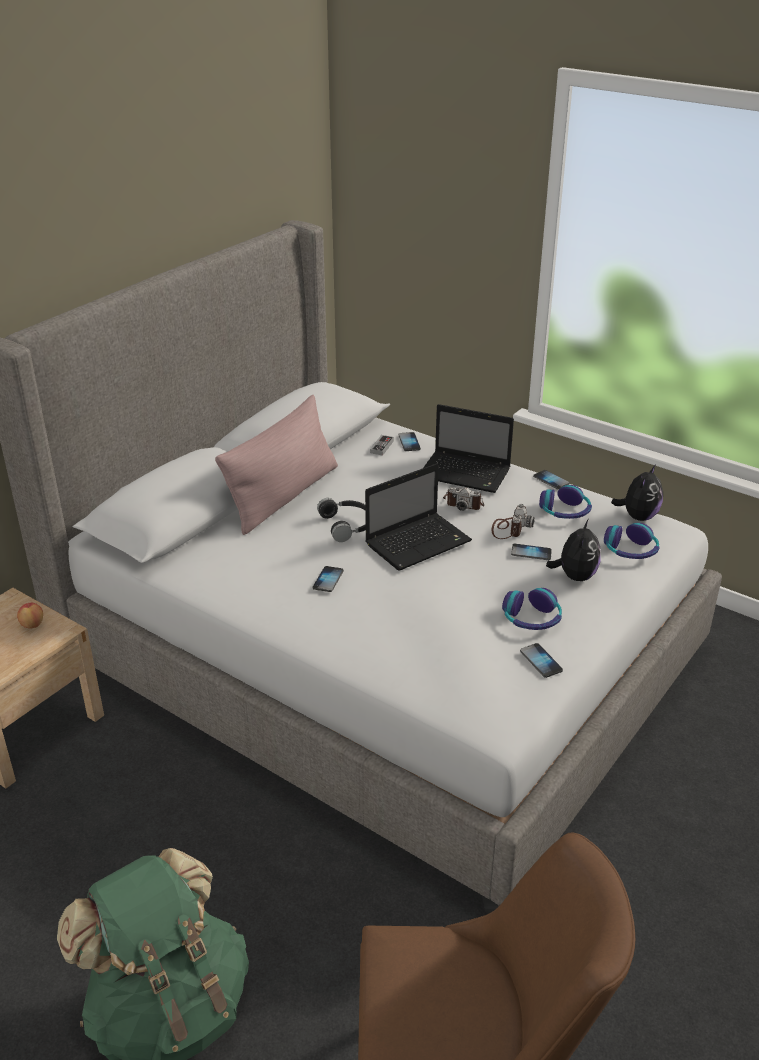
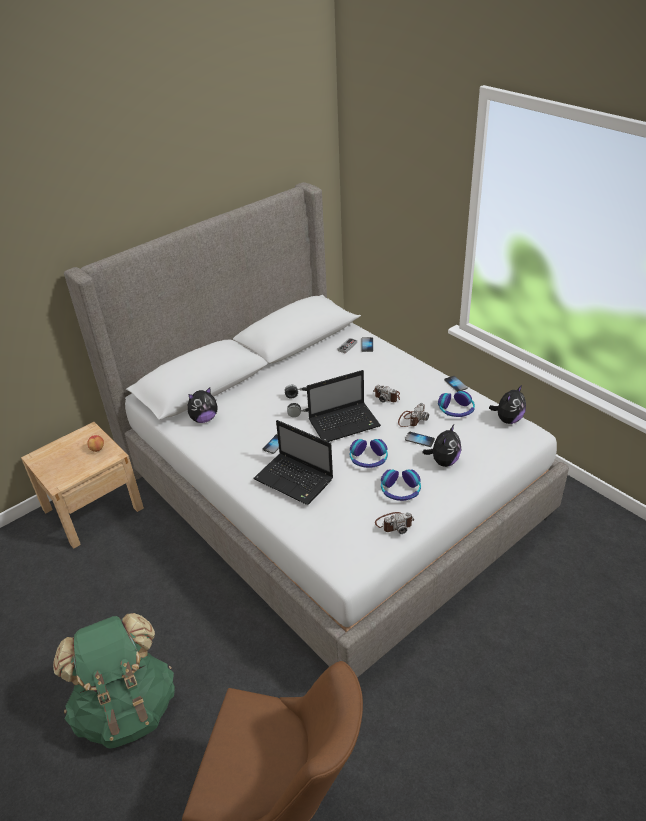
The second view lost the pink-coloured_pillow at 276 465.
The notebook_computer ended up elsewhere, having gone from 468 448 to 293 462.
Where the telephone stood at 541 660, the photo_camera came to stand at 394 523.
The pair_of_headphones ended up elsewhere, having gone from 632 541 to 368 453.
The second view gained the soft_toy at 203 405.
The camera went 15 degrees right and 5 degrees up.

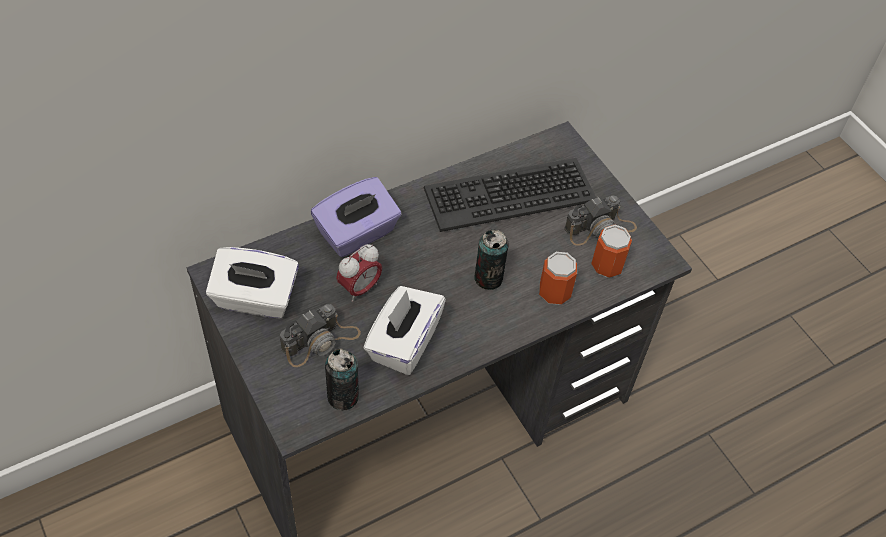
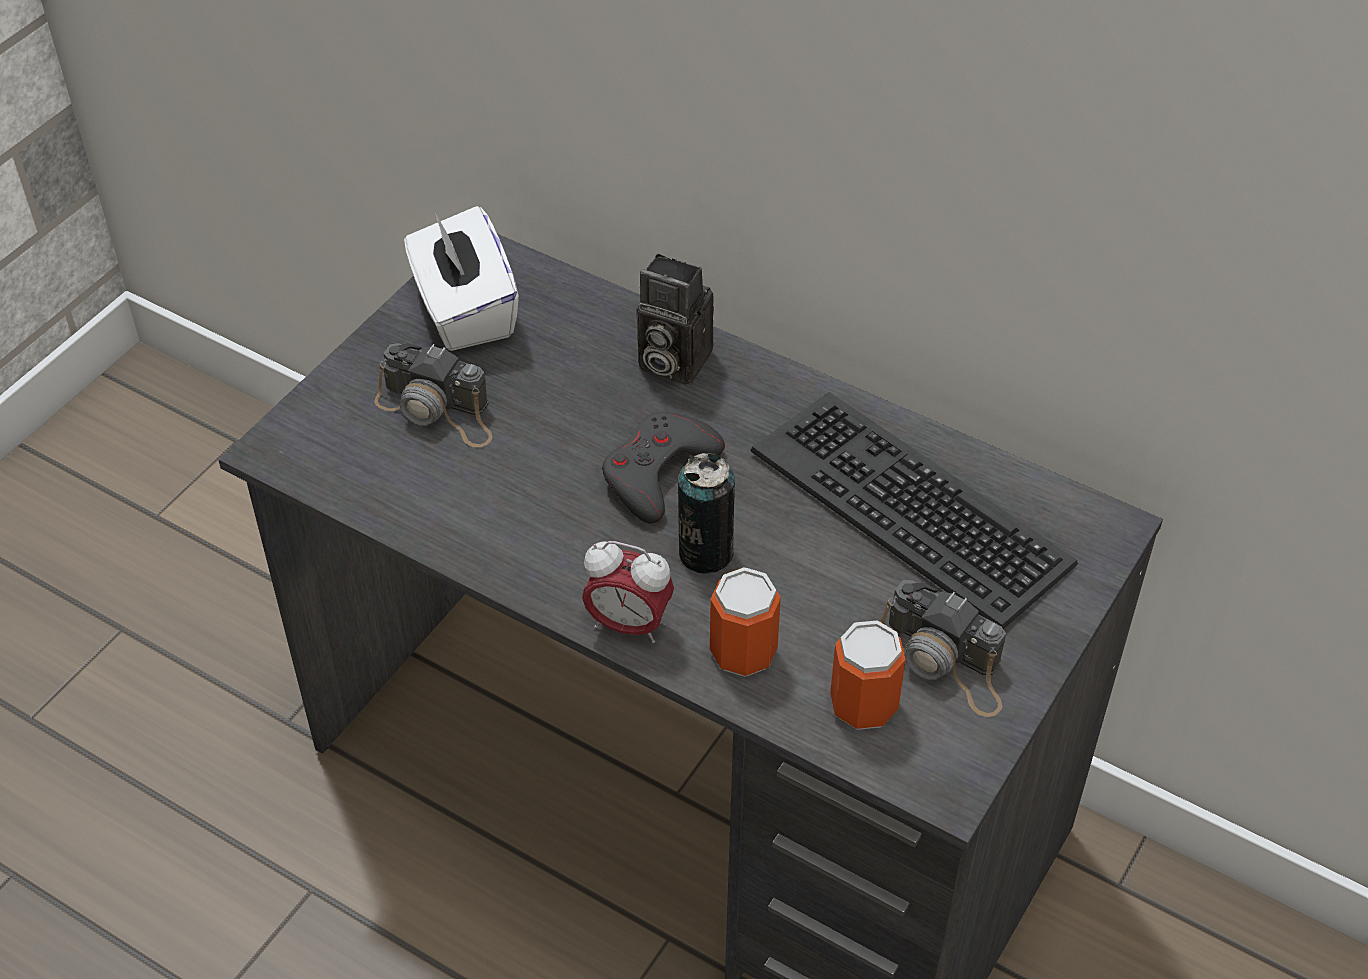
Where the purple_tissue_holder stood at 356 217, the photo_camera came to stand at 675 319.
The second view lost the can at 342 379.
The alarm_clock ended up elsewhere, having gone from 359 273 to 628 592.
The second view lost the whitish_tissue_holder at 405 330.
The second view gained the gray_joypad at 663 467.
The camera went 65 degrees right and 5 degrees down.

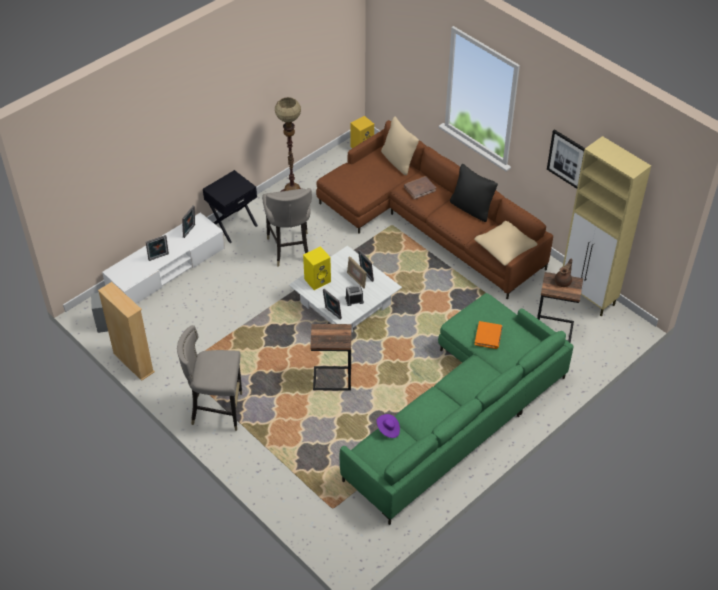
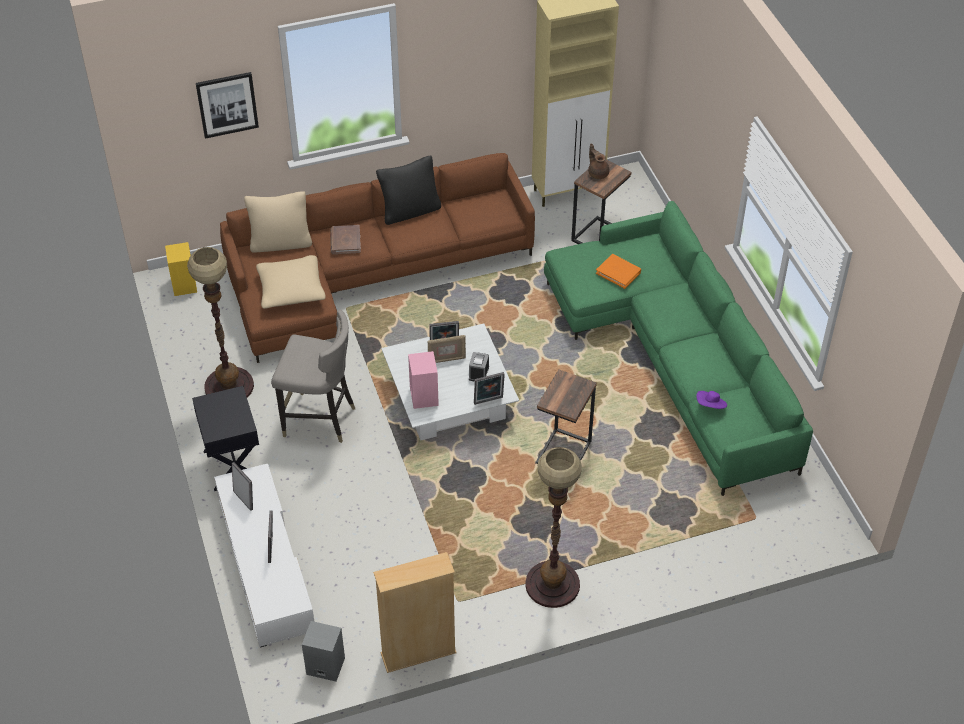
Where the gray_stool stood at 209 378, the floor_lamp came to stand at 553 527.
What was the yellow-coloured_loudspeaker at 317 268 turned into the pink-coloured_loudspeaker at 423 380.
The beige_pillow ended up elsewhere, having gone from 506 243 to 291 282.
The wall_picture ended up elsewhere, having gone from 566 159 to 227 105.
The camera went 65 degrees left and 0 degrees up.

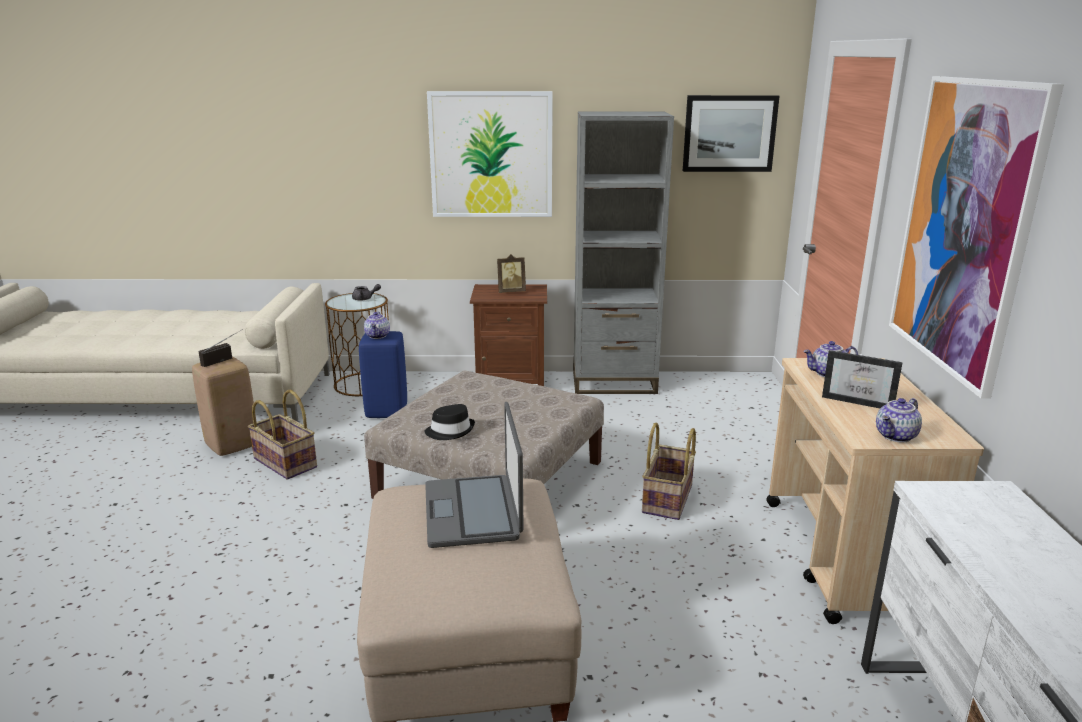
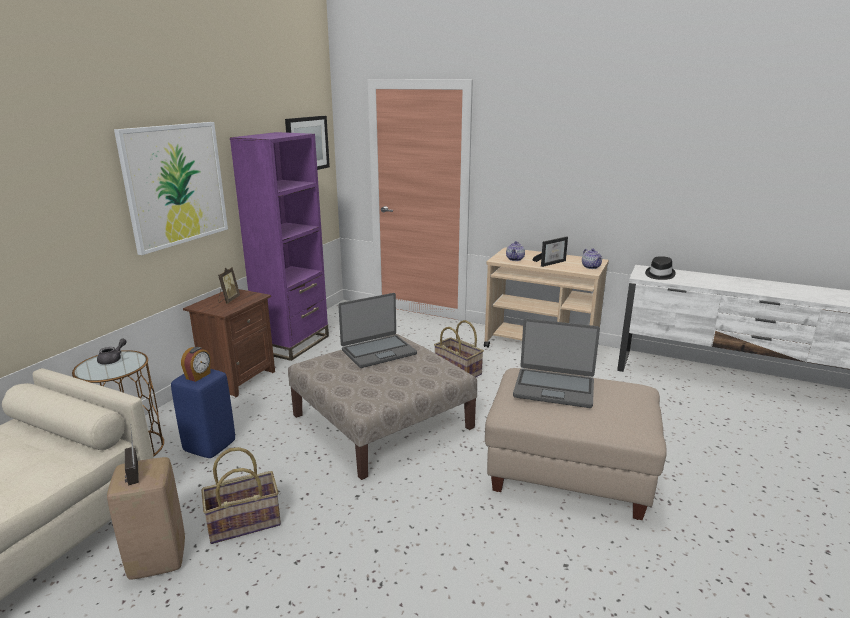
Where the tea_pot stood at 377 325, the alarm_clock came to stand at 196 364.
The black-coloured_clothing_hat ended up elsewhere, having gone from 450 422 to 660 268.
What was the gray_bookcase at 623 253 turned into the purple_bookcase at 279 246.
The second view lost the wall_picture at 976 237.
The second view gained the notebook_computer at 377 330.
The camera went 65 degrees left and 0 degrees up.

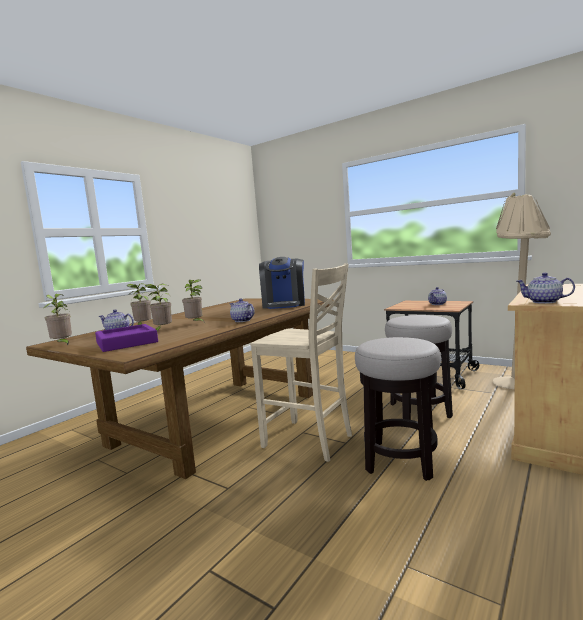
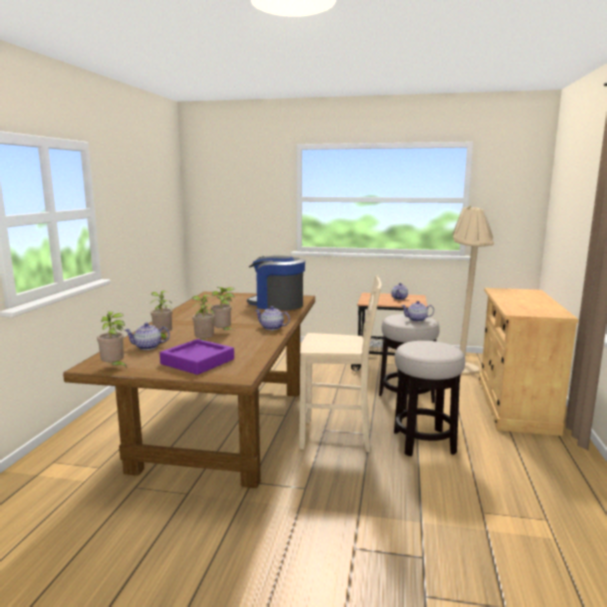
The coffee_brewer at 282 283 ended up facing another way, 135 degrees clockwise from before.
The tea_pot ended up elsewhere, having gone from 546 288 to 417 311.
The camera went 25 degrees left and 5 degrees up.

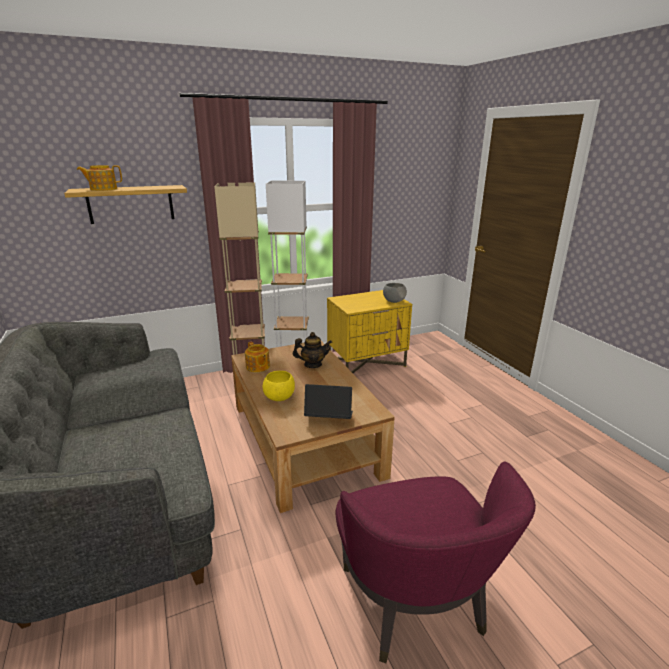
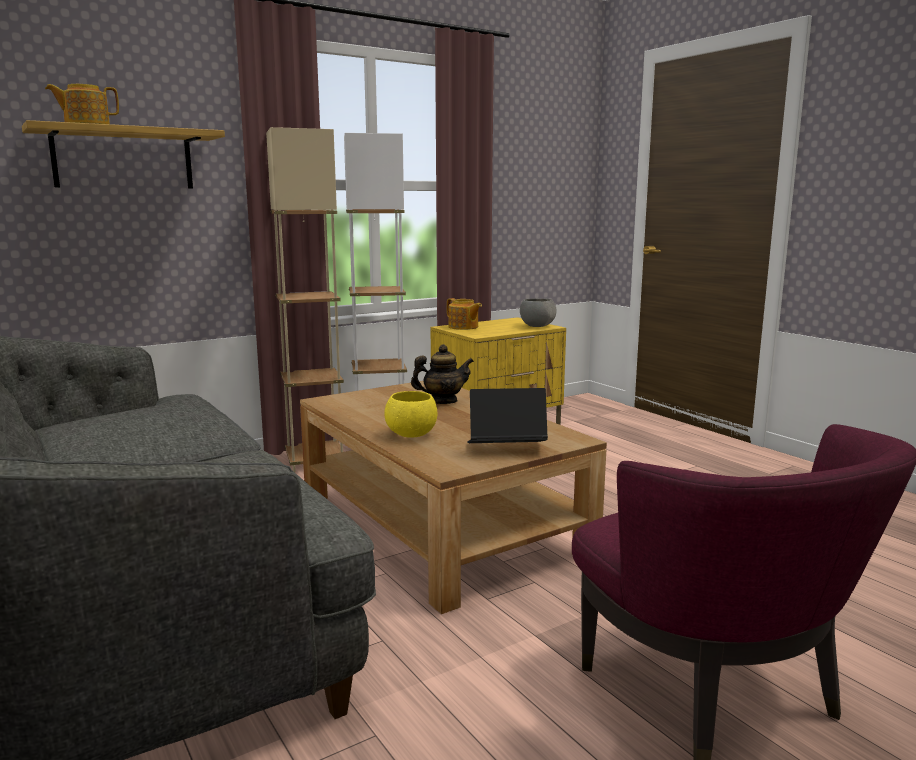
The tea_pot ended up elsewhere, having gone from 257 357 to 464 314.
The camera went 10 degrees left and 10 degrees down.

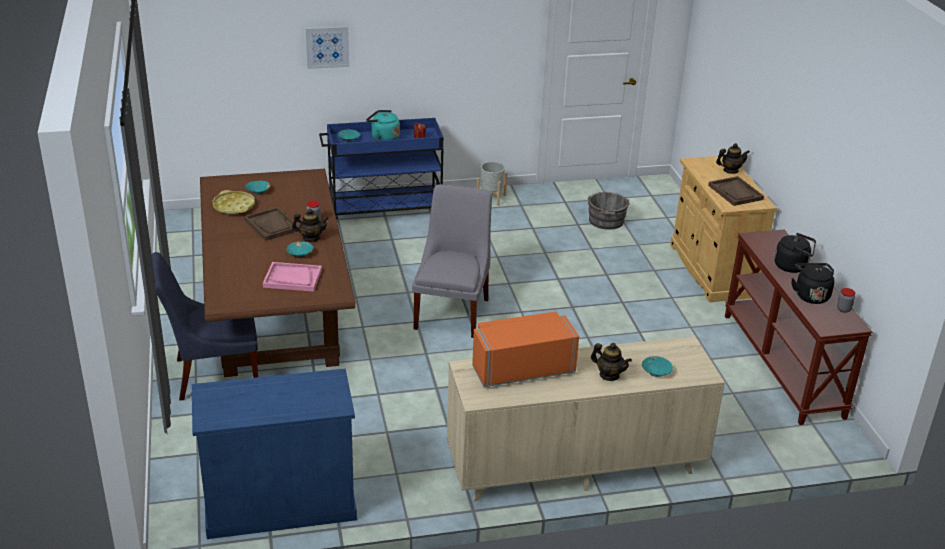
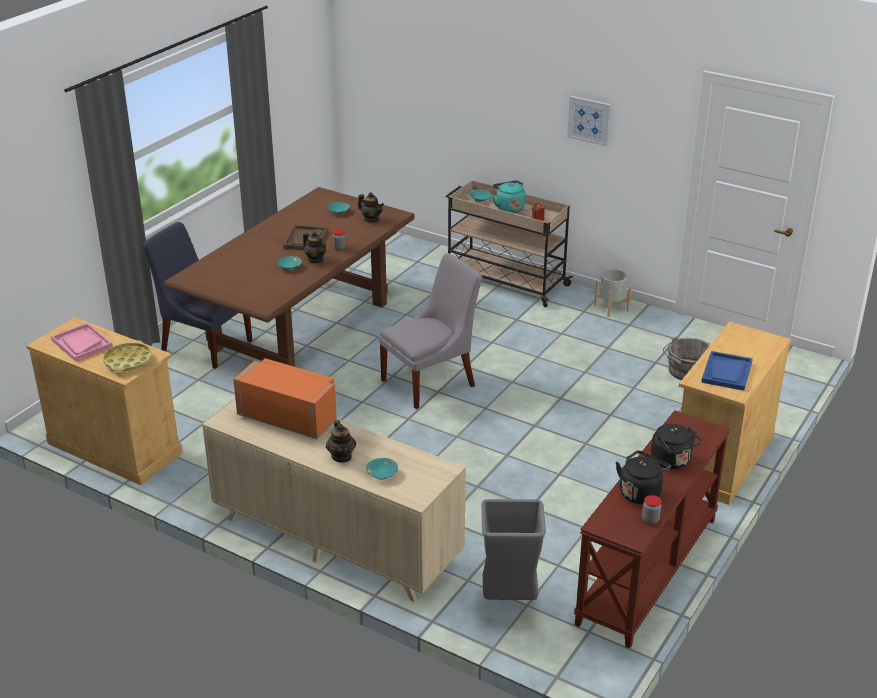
What was the blue-coloured_cupboard at 274 454 turned into the beige_cupboard at 104 401.
The yellow-coloured_serving_tray ended up elsewhere, having gone from 234 202 to 127 355.
The pink-coloured_serving_tray ended up elsewhere, having gone from 292 277 to 82 342.
The wall_picture ended up elsewhere, having gone from 327 47 to 589 121.
What was the blue-coloured_cart at 381 168 turned into the beige_cart at 509 243.
What was the brown_serving_tray at 736 191 turned into the blue-coloured_serving_tray at 727 371.
The tea_pot ended up elsewhere, having gone from 733 158 to 371 207.
The second view gained the gray_trash_can at 513 549.
The camera went 45 degrees right and 0 degrees up.

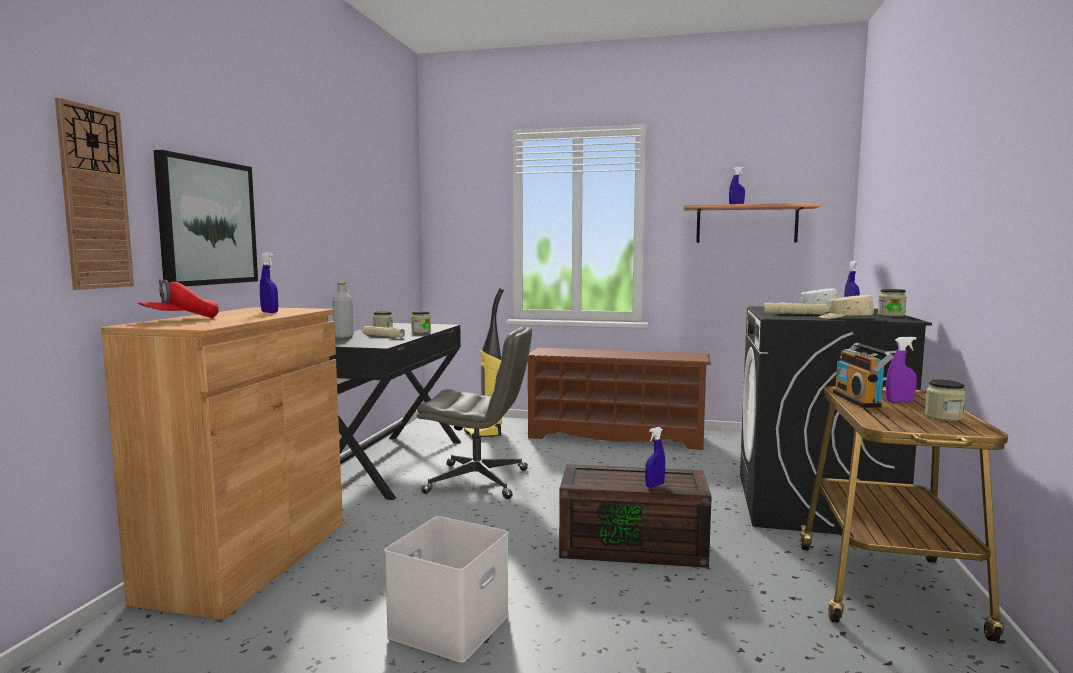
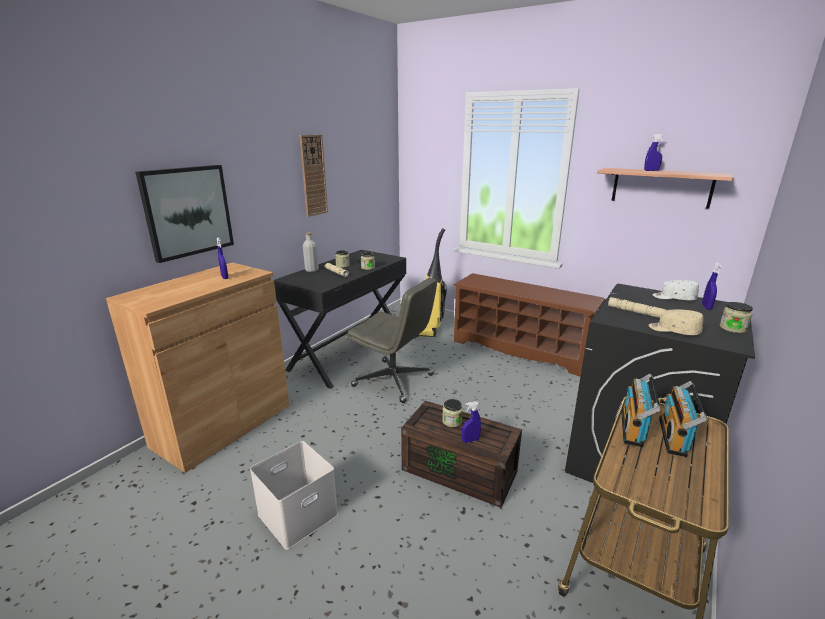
The hanging_clock ended up elsewhere, having gone from 94 194 to 313 176.
The second view lost the red-coloured_cap at 178 298.
Where the purple_hand_sprayer stood at 901 370, the radio came to stand at 683 419.
The storage_jar ended up elsewhere, having gone from 945 400 to 452 413.
The camera went 20 degrees right and 15 degrees up.

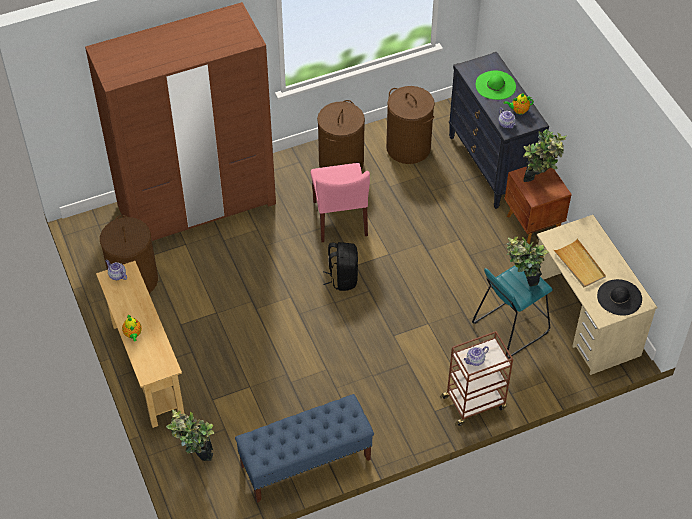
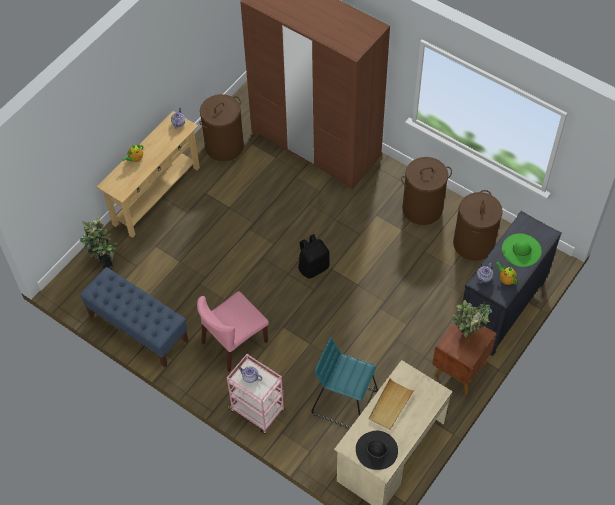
The pink-coloured_chair ended up elsewhere, having gone from 340 202 to 233 331.
What was the brown_cart at 476 378 turned into the pink-coloured_cart at 256 394.
The second view lost the plant_in_a_pot at 528 262.
The camera went 60 degrees right and 5 degrees up.

